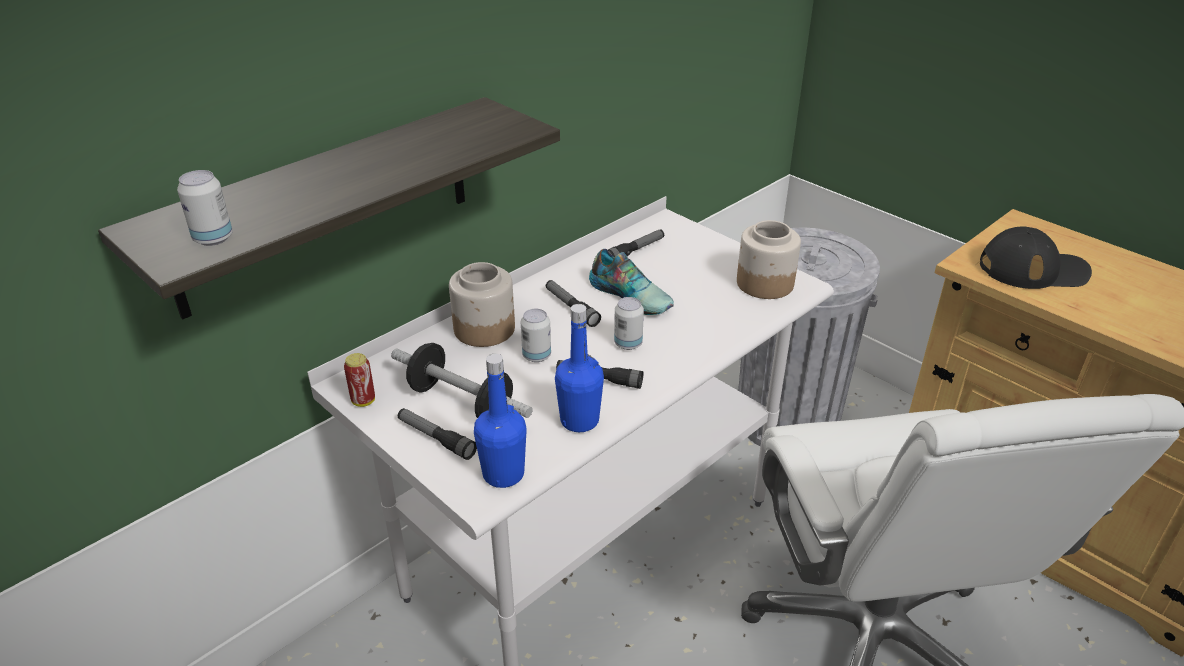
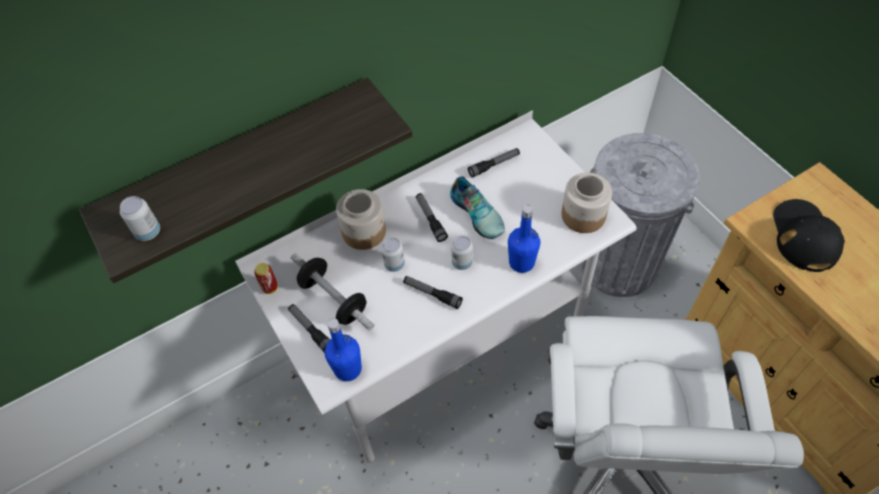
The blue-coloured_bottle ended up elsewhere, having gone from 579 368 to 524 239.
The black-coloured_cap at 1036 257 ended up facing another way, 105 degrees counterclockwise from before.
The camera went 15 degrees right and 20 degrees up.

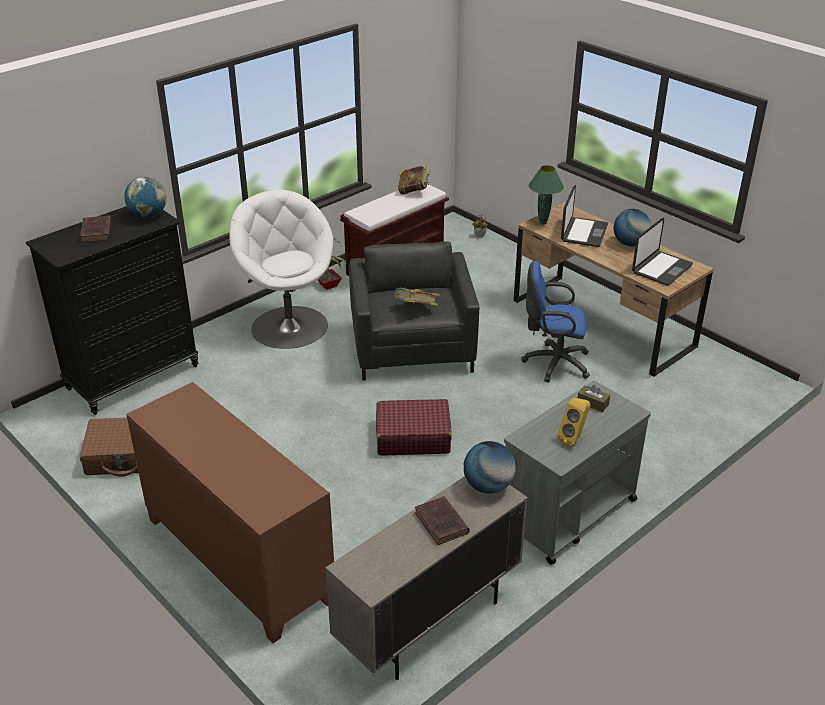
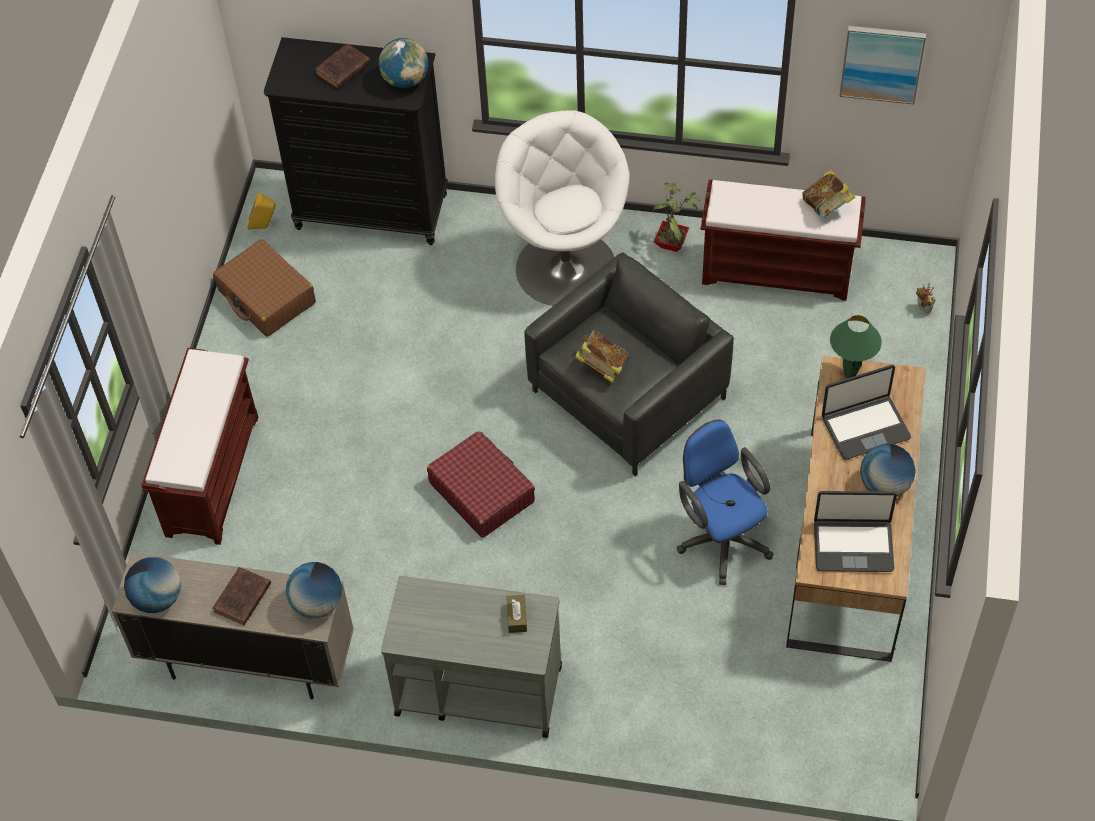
Where the brown_cupboard stood at 230 512, the brown_bench came to stand at 199 446.
The whitish_easy_chair at 281 269 ended up facing another way, 45 degrees counterclockwise from before.
The yellow-coloured_loudspeaker ended up elsewhere, having gone from 573 422 to 261 211.
The second view gained the world_globe at 152 585.
The second view gained the wall_picture at 882 65.
The camera went 55 degrees right and 20 degrees up.

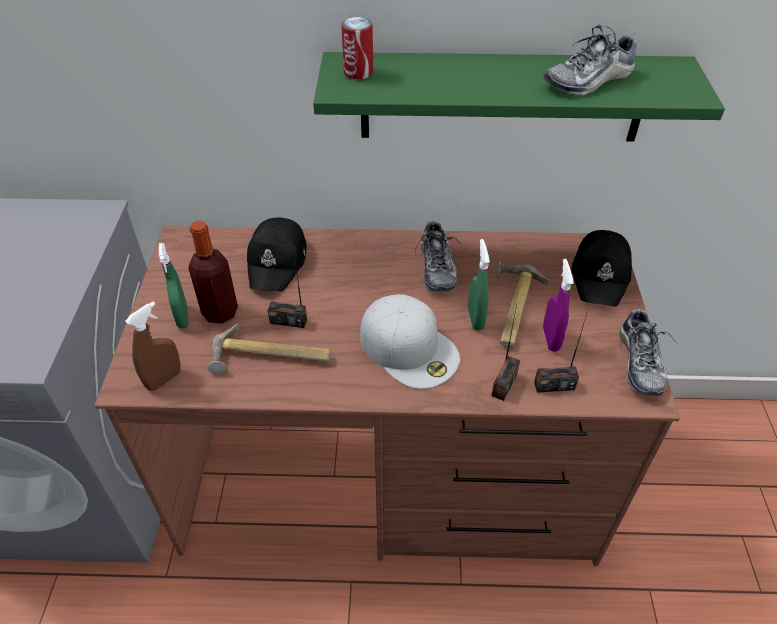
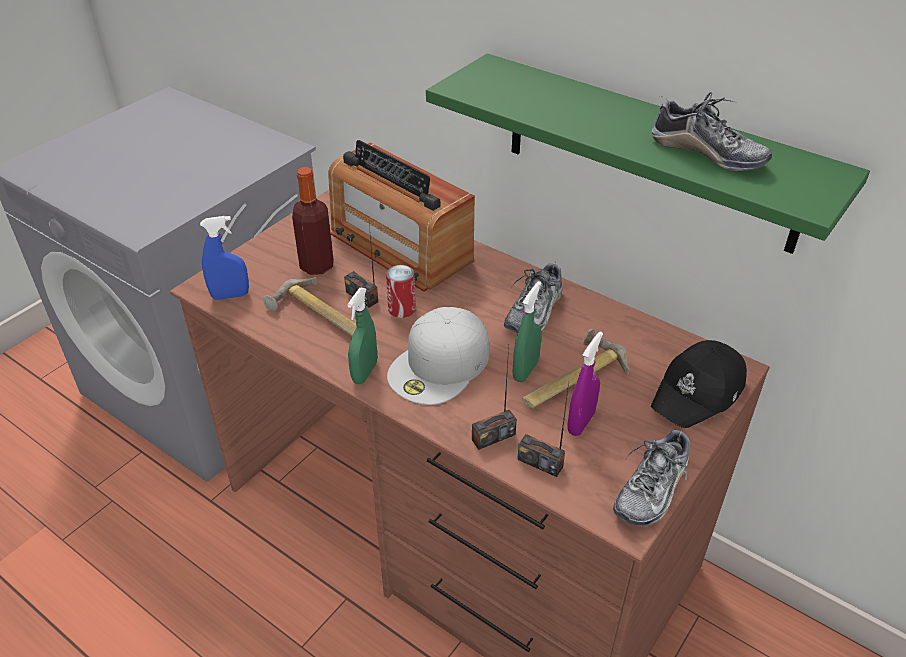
What was the brown_hand_sprayer at 153 346 turned into the blue-coloured_hand_sprayer at 224 258.
The green-coloured_hand_sprayer ended up elsewhere, having gone from 174 285 to 362 336.
Where the black-coloured_cap stood at 276 255, the radio came to stand at 401 216.
The can ended up elsewhere, having gone from 357 48 to 401 291.
The whitish_cap at 410 341 ended up facing another way, 45 degrees clockwise from before.
The low_shoe at 590 60 ended up facing another way, 150 degrees counterclockwise from before.
The camera went 35 degrees right and 5 degrees down.

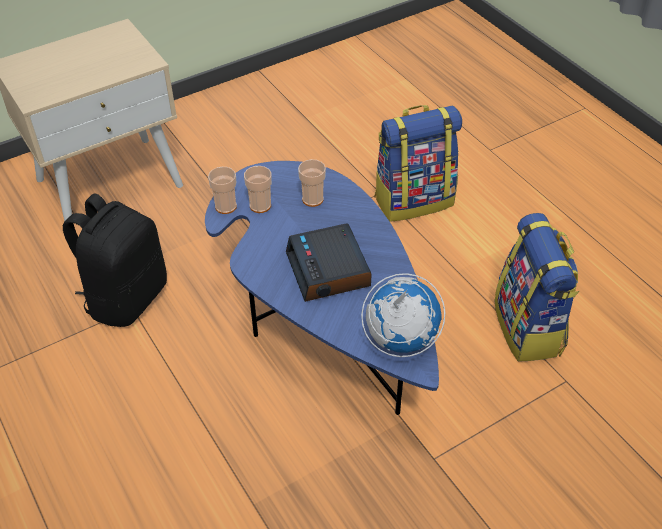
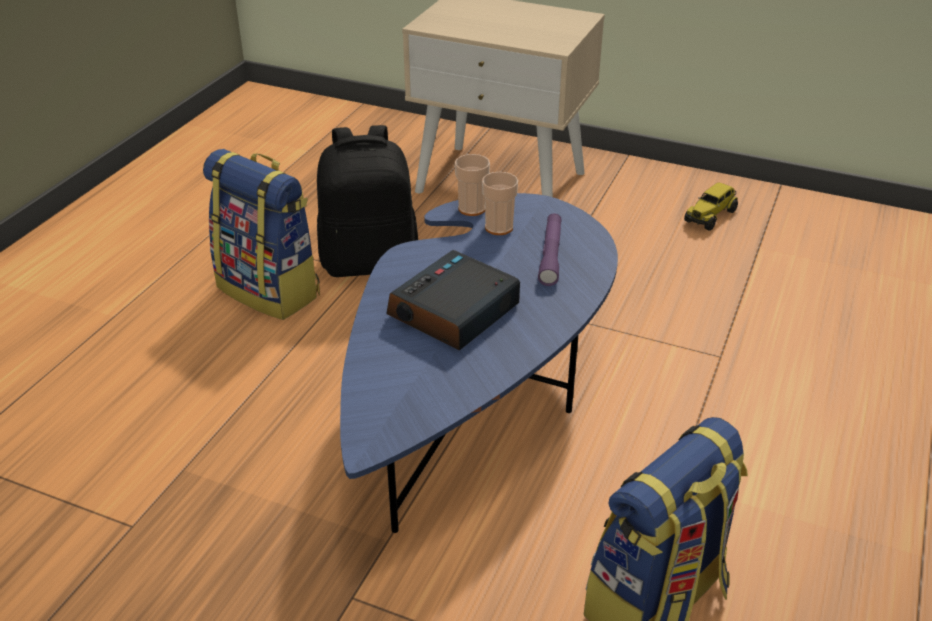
Where the drinking_cup stood at 312 183, the purple_hand_torch came to stand at 550 249.
The second view lost the world_globe at 403 315.
The knapsack ended up elsewhere, having gone from 418 163 to 261 234.
The second view gained the toy_truck at 711 206.
The camera went 55 degrees right and 10 degrees down.

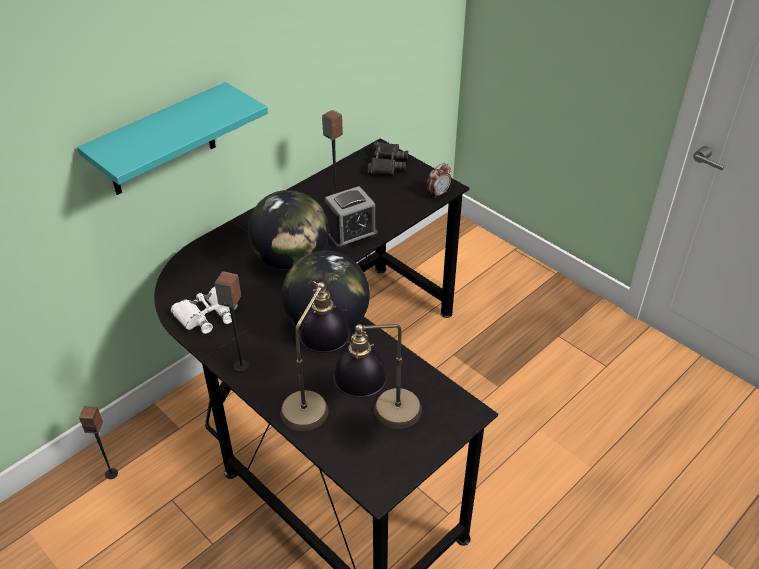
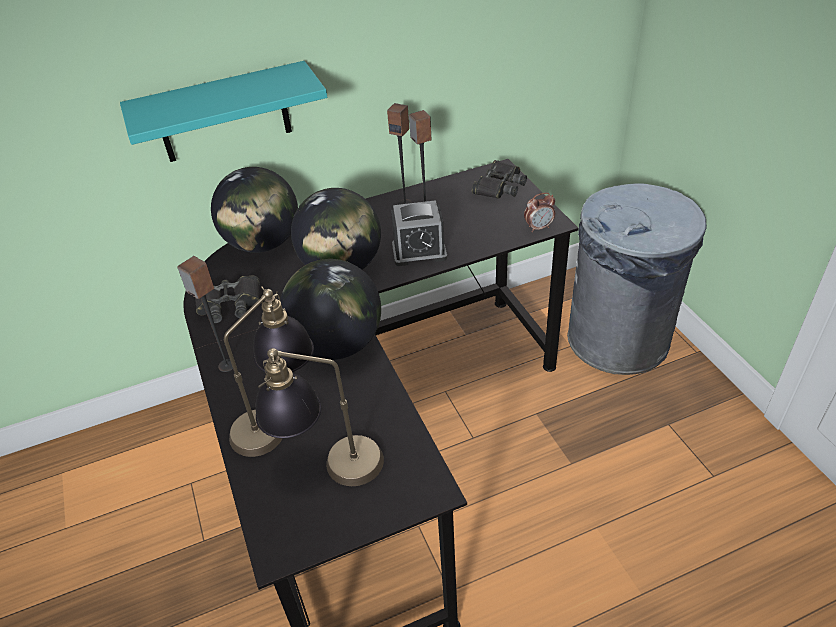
The loudspeaker ended up elsewhere, having gone from 98 442 to 399 154.
What was the whitish_pair_of_binoculars at 204 310 turned into the black-coloured_pair_of_binoculars at 227 299.
The second view gained the world_globe at 254 210.
The second view gained the gray_trash_can at 637 279.
The camera went 25 degrees right and 0 degrees up.

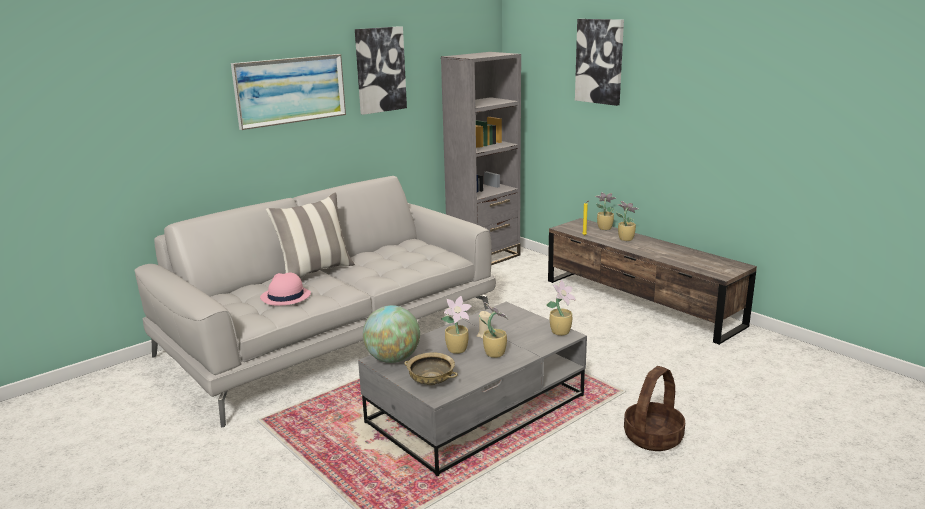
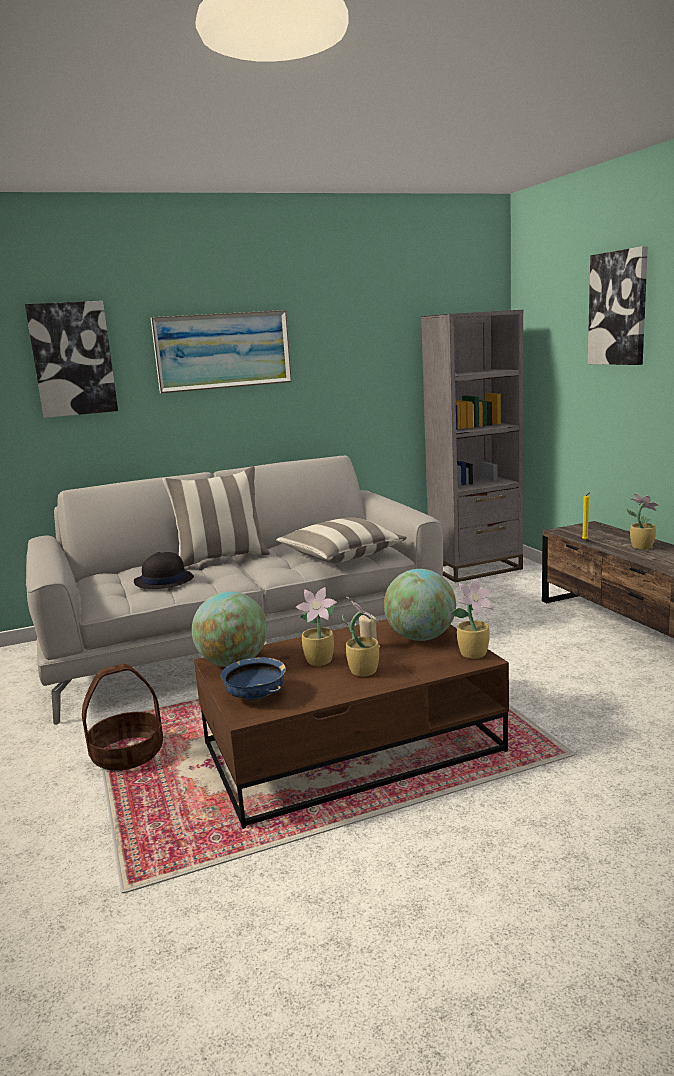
What was the pink-coloured_clothing_hat at 285 289 turned into the black-coloured_clothing_hat at 164 570.
The wall_picture ended up elsewhere, having gone from 381 70 to 71 359.
What was the gray_coffee_table at 472 389 turned into the brown_coffee_table at 351 724.
What was the beige_serving_bowl at 431 368 turned into the blue-coloured_serving_bowl at 253 679.
The second view lost the plant_in_a_pot at 606 211.
The basket ended up elsewhere, having gone from 654 408 to 122 717.
The second view gained the pillow at 341 540.
The second view gained the world_globe at 420 605.
The camera went 20 degrees right and 5 degrees down.

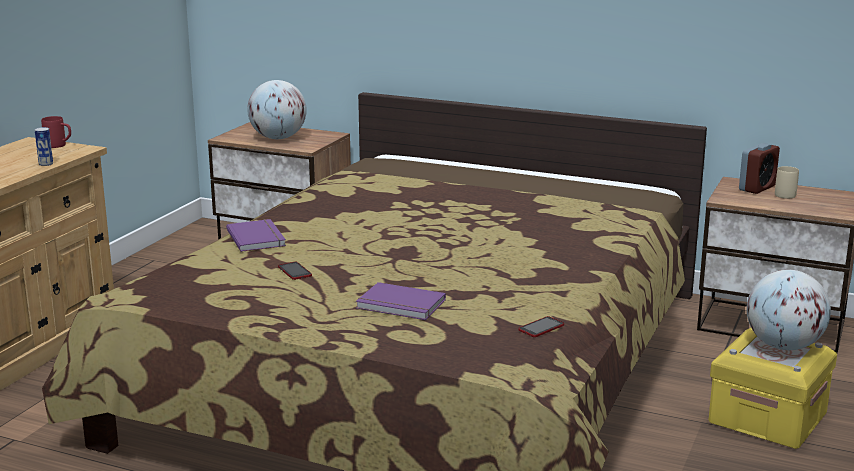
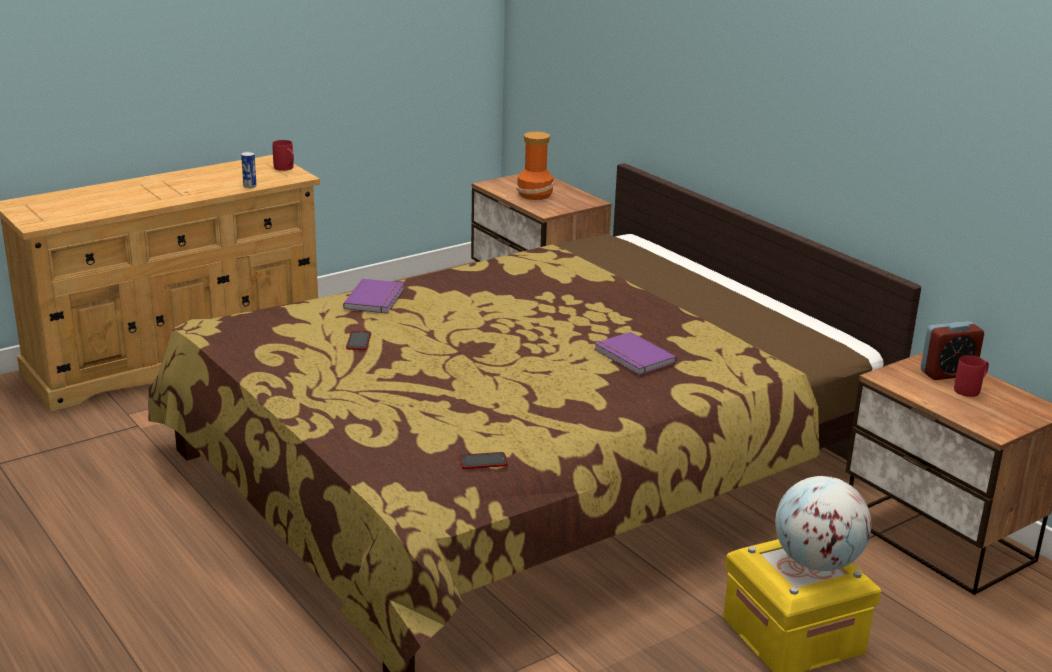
Where the world_globe stood at 277 109, the decorative_vase came to stand at 535 166.
The purple_volume ended up elsewhere, having gone from 401 301 to 635 353.
What was the beige_tea_mug at 787 182 turned into the red-coloured_tea_mug at 971 376.
The camera went 30 degrees right and 5 degrees up.

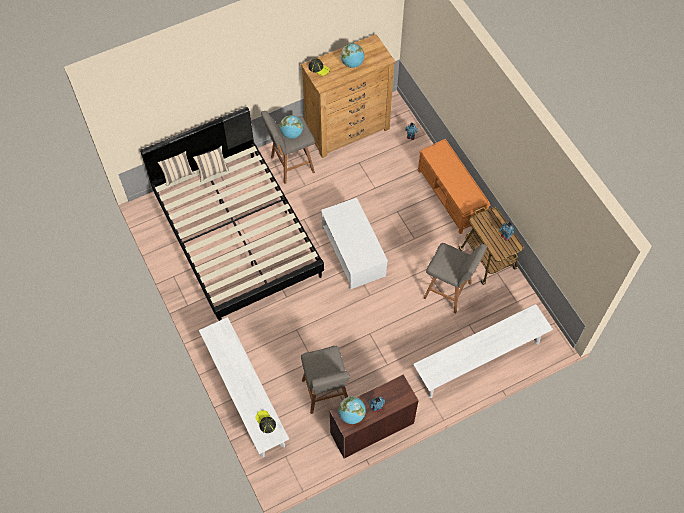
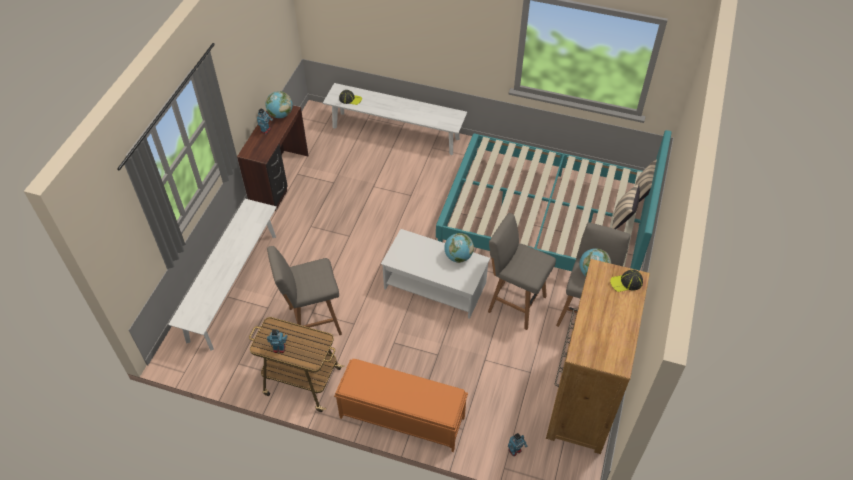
What was the black-coloured_sleeping_bed at 232 214 turned into the turquoise-coloured_sleeping_bed at 554 200.
The gray_stool ended up elsewhere, having gone from 325 380 to 522 271.
The world_globe ended up elsewhere, having gone from 352 56 to 459 248.
The camera went 135 degrees right and 10 degrees down.

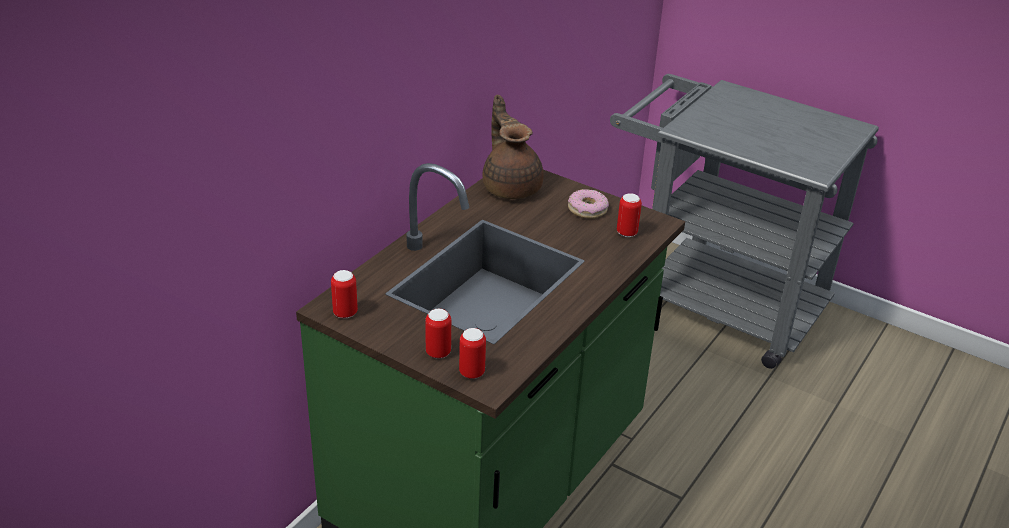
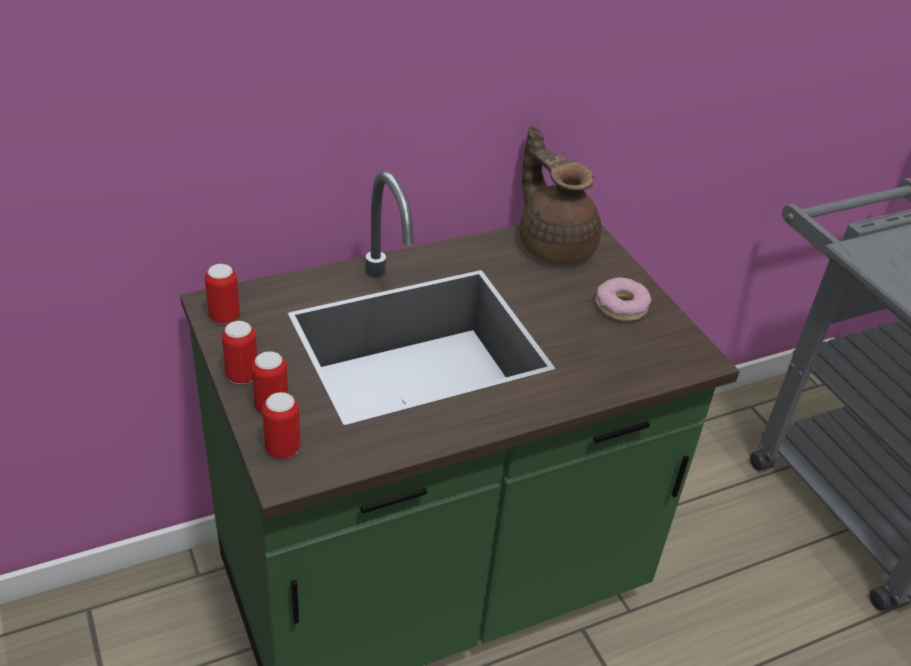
The brown_tea_pot at 513 147 ended up facing another way, 45 degrees counterclockwise from before.
The can ended up elsewhere, having gone from 629 215 to 239 352.
The camera went 30 degrees right and 5 degrees up.

